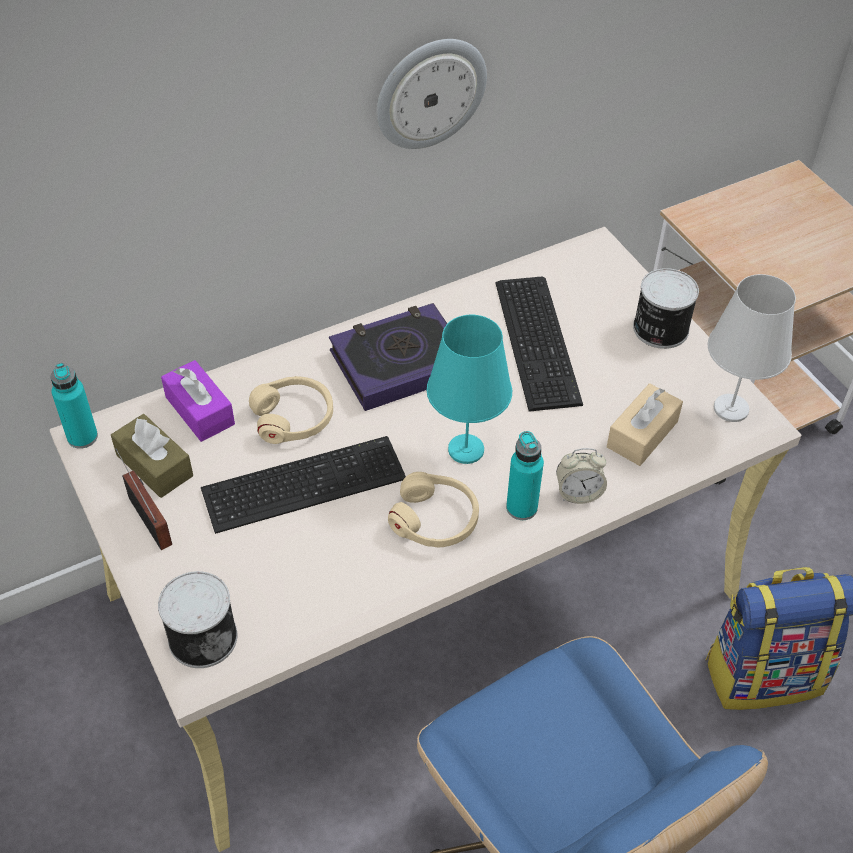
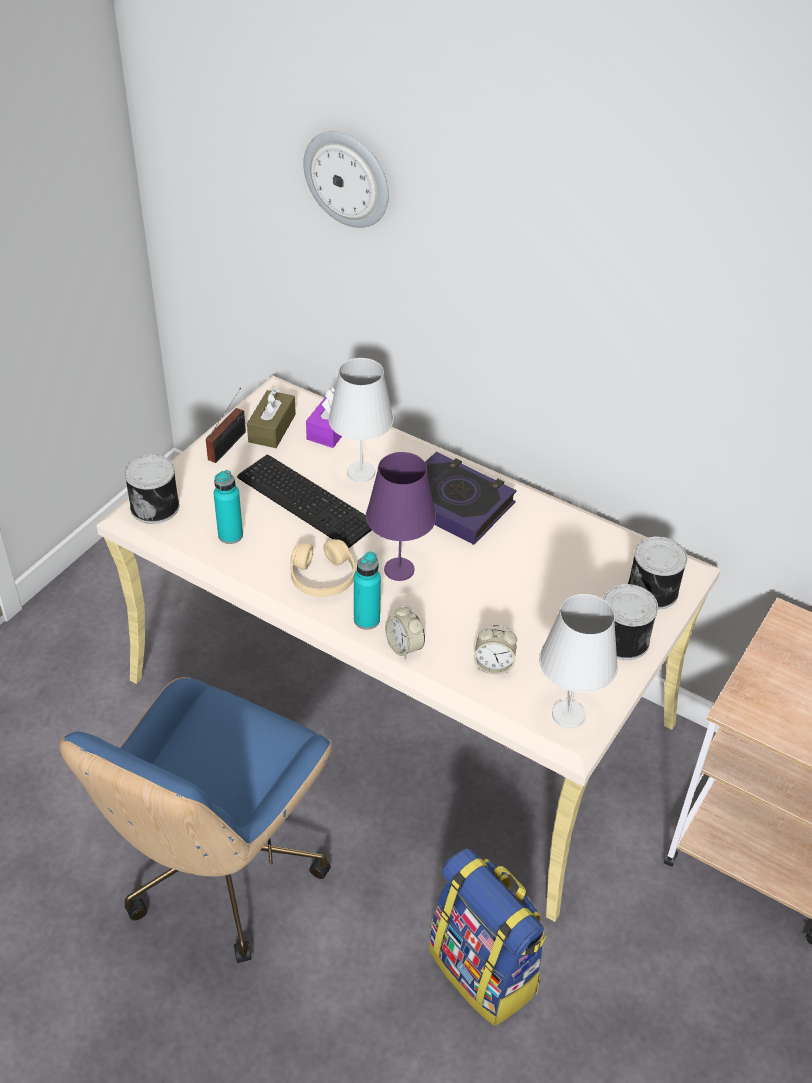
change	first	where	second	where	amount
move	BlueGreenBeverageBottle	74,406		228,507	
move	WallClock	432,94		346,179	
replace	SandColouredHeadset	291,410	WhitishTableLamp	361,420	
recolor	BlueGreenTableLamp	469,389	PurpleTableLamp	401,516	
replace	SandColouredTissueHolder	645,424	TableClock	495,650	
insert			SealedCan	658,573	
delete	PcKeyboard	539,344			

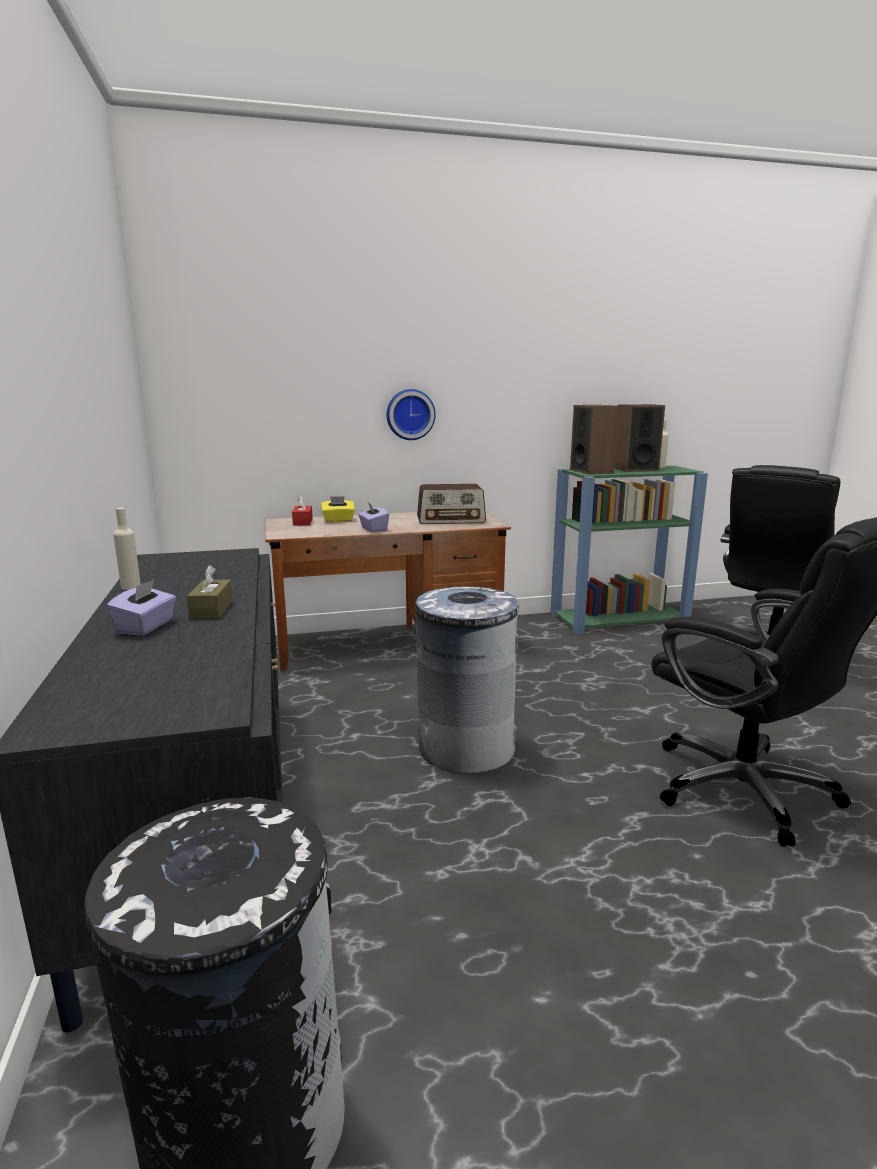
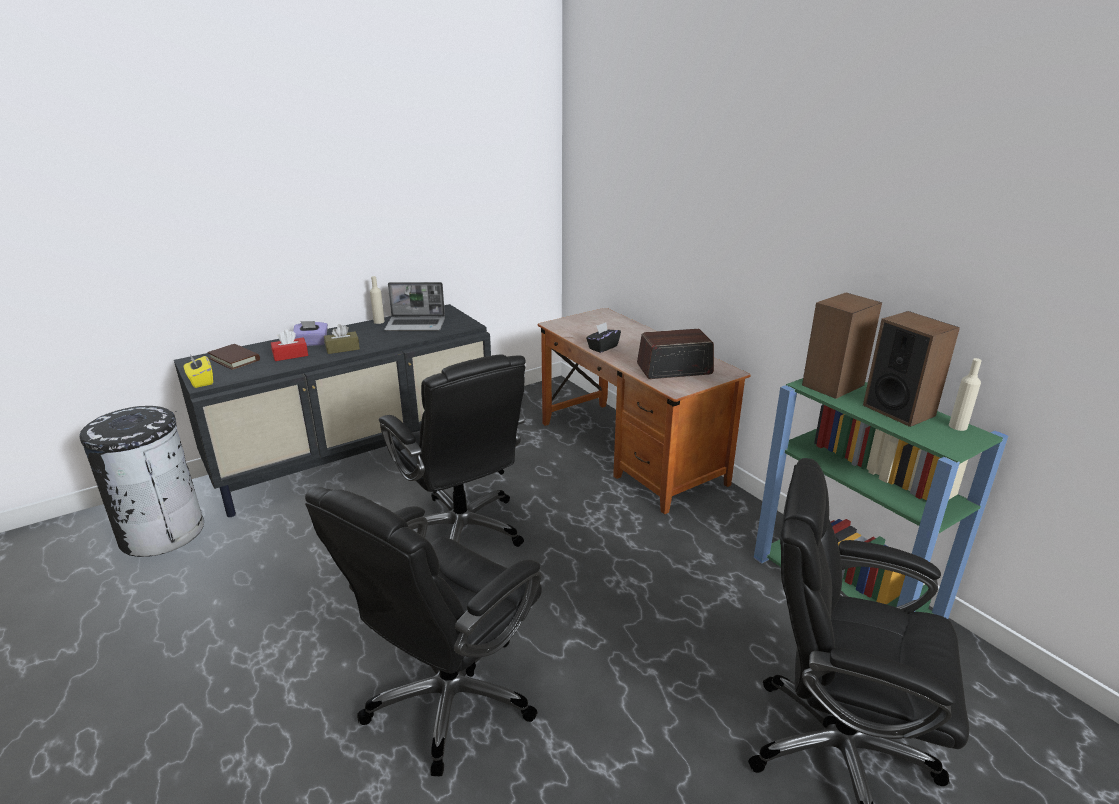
change	first	where	second	where	amount
move	YellowishTissueHolder	338,509		198,371	
insert			BrownishBook	233,357	
move	RedTissueHolder	302,511		289,345	
replace	GreyishTrashCan	467,680	BlackComputerChair	452,451	
insert			Laptop	414,306	
recolor	PurpleTissueHolder	373,517	BlackTissueHolder	603,338	
rotate	Radio	451,504		675,354	105 degrees clockwise
delete	WallClock	411,414			

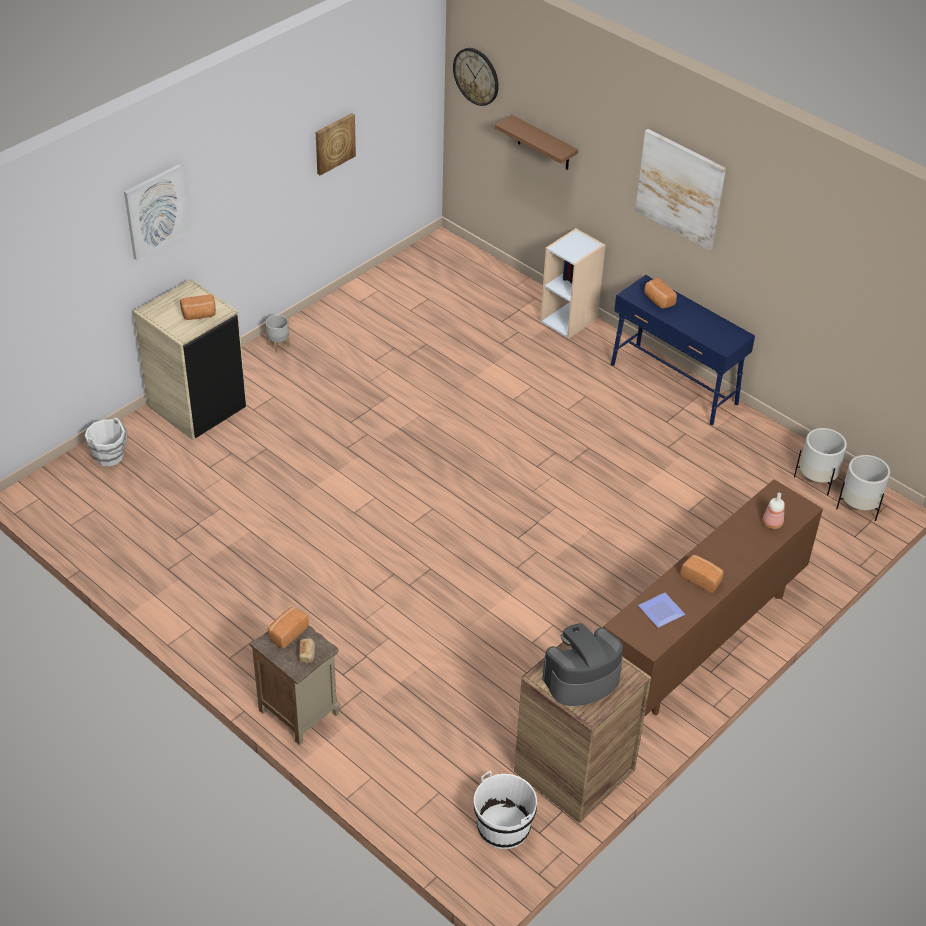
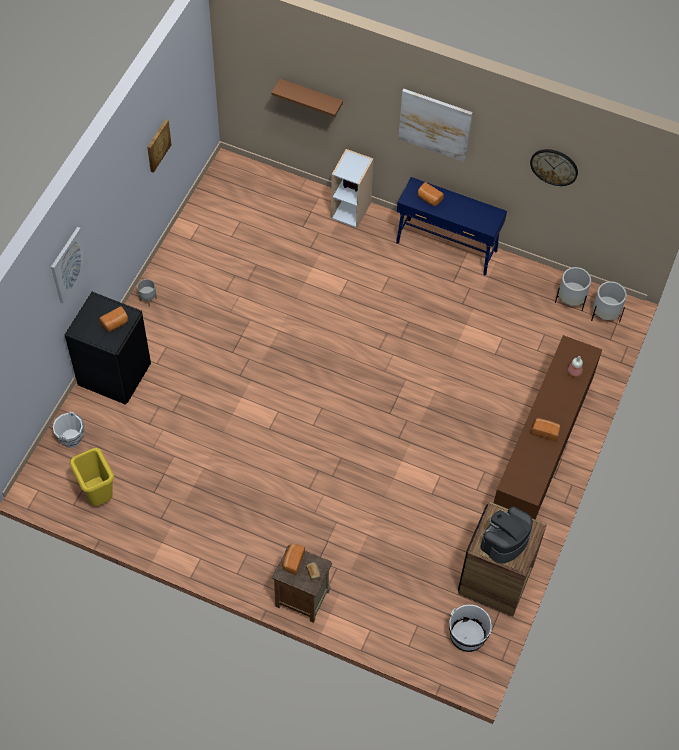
change	first	where	second	where	amount
recolor	SandColouredCupboard	190,359	BlackCupboard	108,348	
insert			YellowishTrashCan	92,477	
move	WallClock	476,77		554,167	
delete	Plate	661,610			

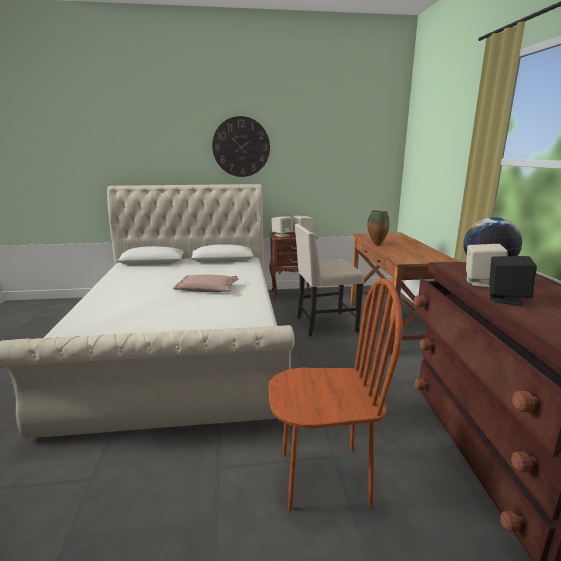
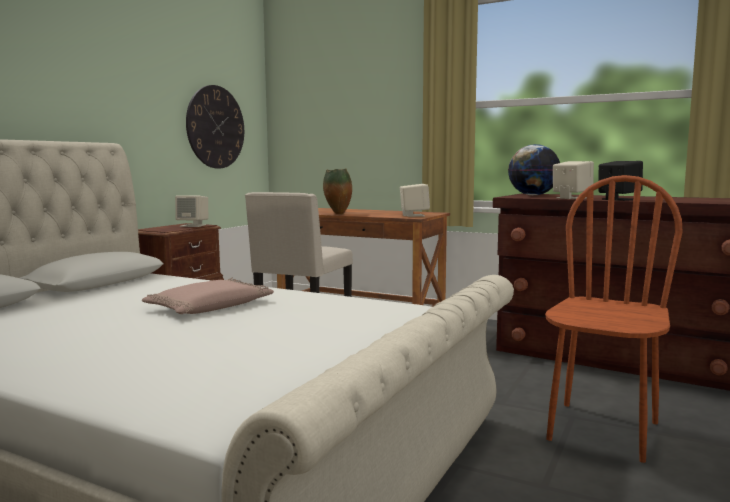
change	first	where	second	where	amount
move	WallClock	241,146		215,127	
move	SandColouredLoudspeaker	281,226		415,200	

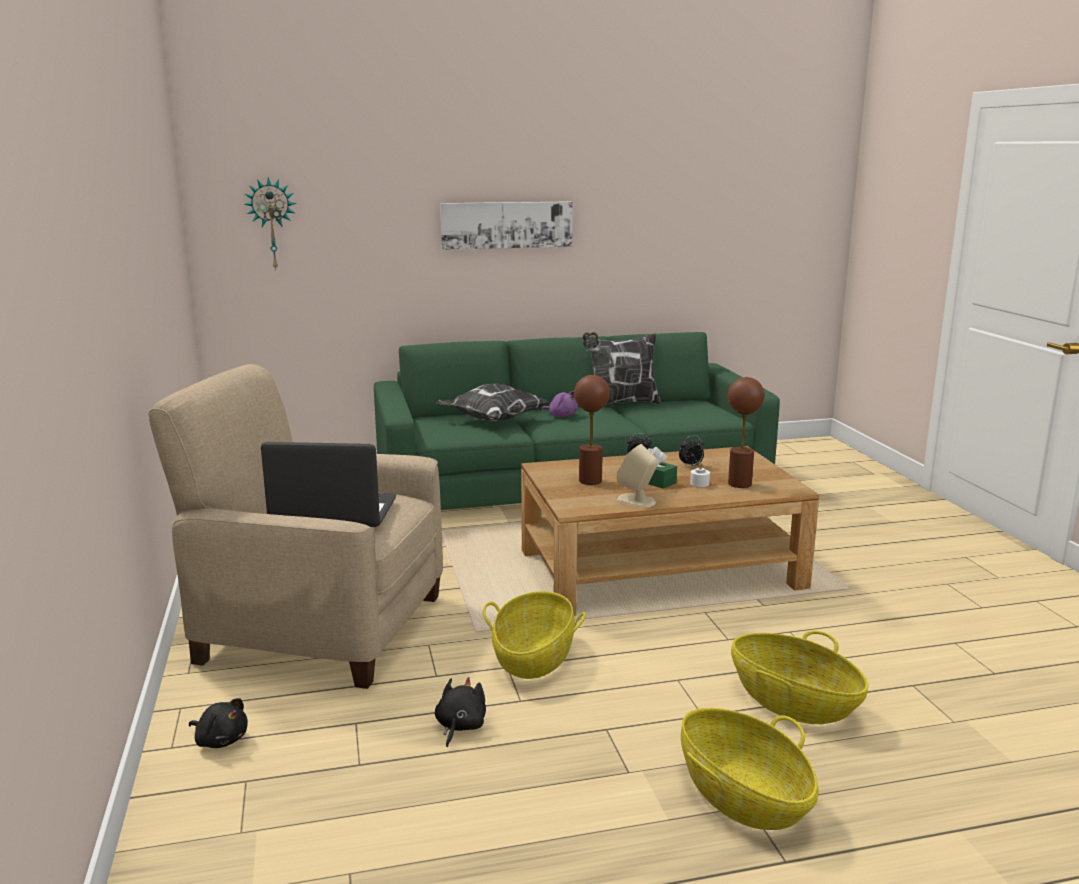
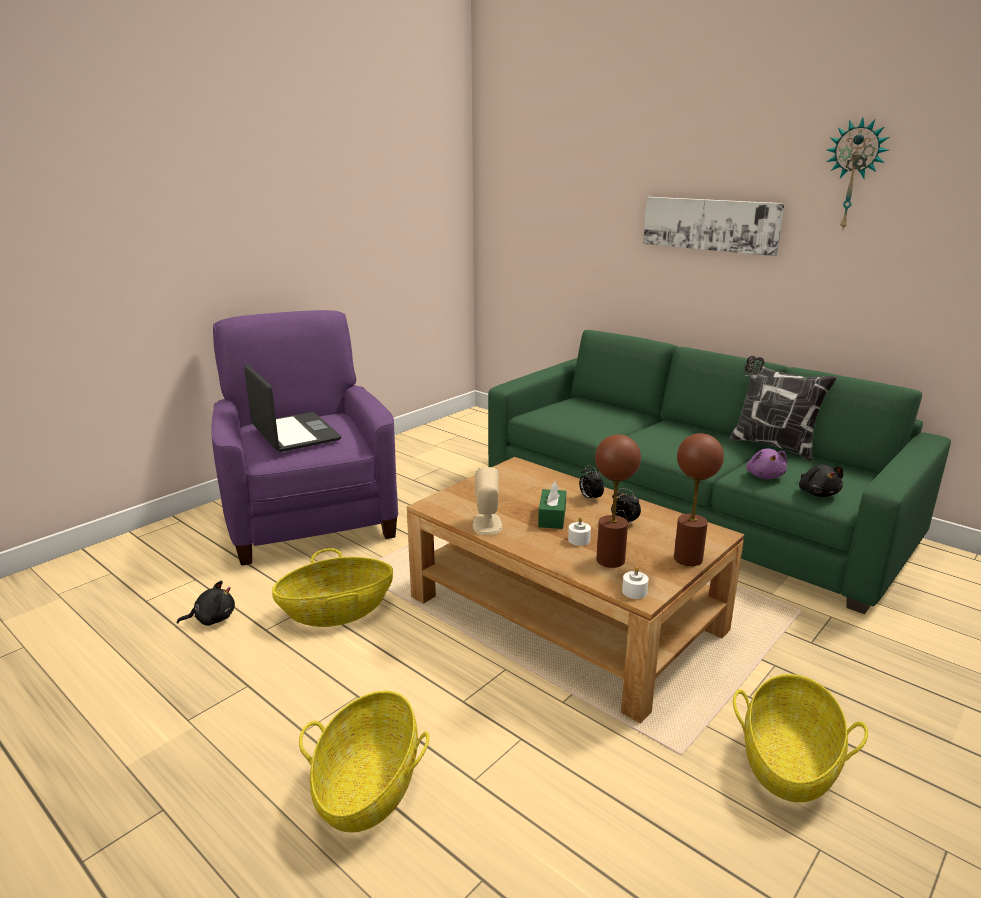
change	first	where	second	where	amount
recolor	SandColouredEasyChair	296,526	PurpleEasyChair	305,438	
insert			WhitishWaxLight	635,582	
move	BrownishTableLamp	592,430		699,499	
move	StorageBasket	750,769		800,738	
move	PurplePlushToy	560,404		766,463	
move	BlackPlushToy	218,723		821,480	
move	WallClock	271,223		858,174	
delete	ThrowPillow	492,402			

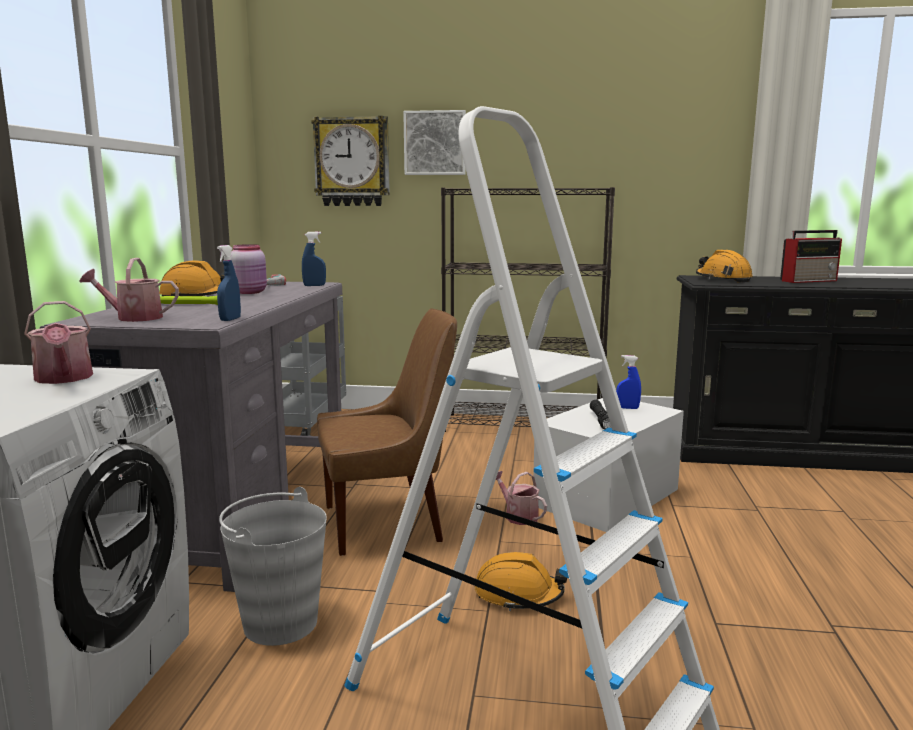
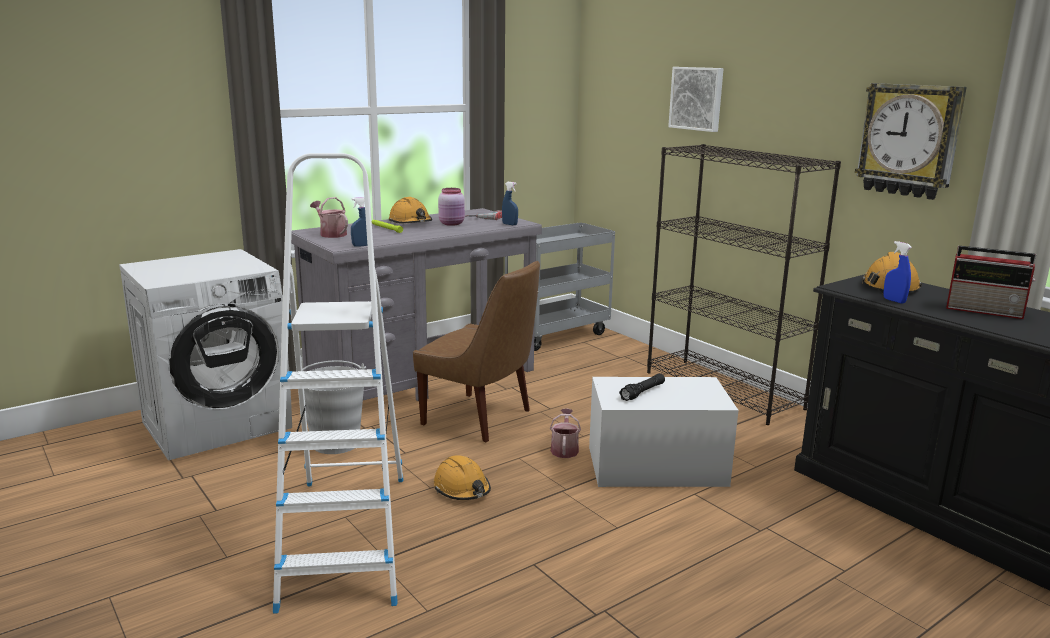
change	first	where	second	where	amount
move	WallClock	350,161		911,141	
move	BluishHandSprayer	628,382		897,272	
delete	WateringPot	58,342			

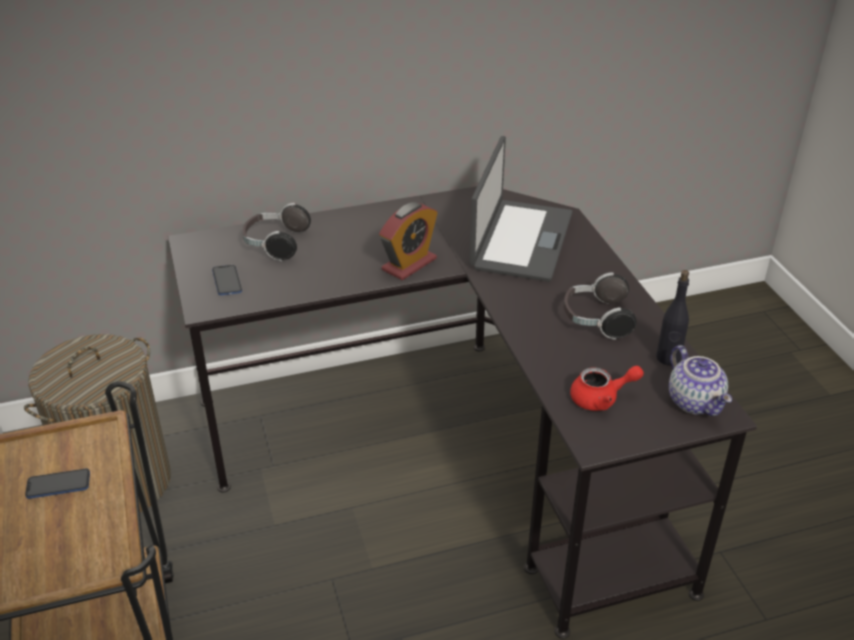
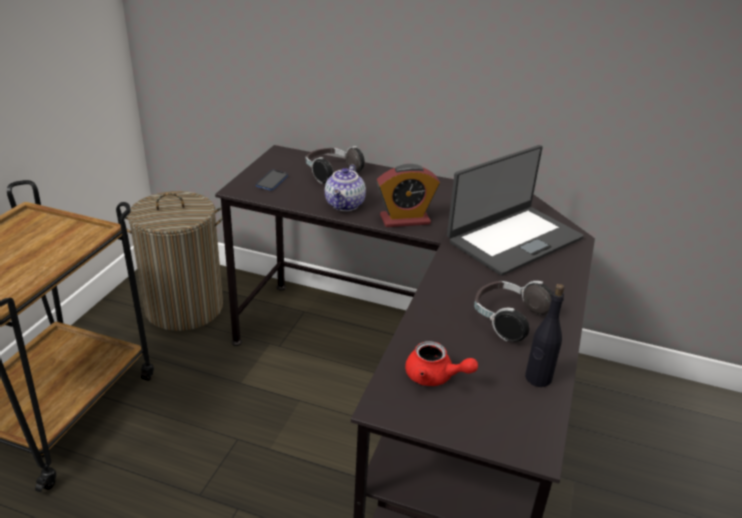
change	first	where	second	where	amount
move	PotForTea	700,380		345,187	
delete	Phone	57,483			

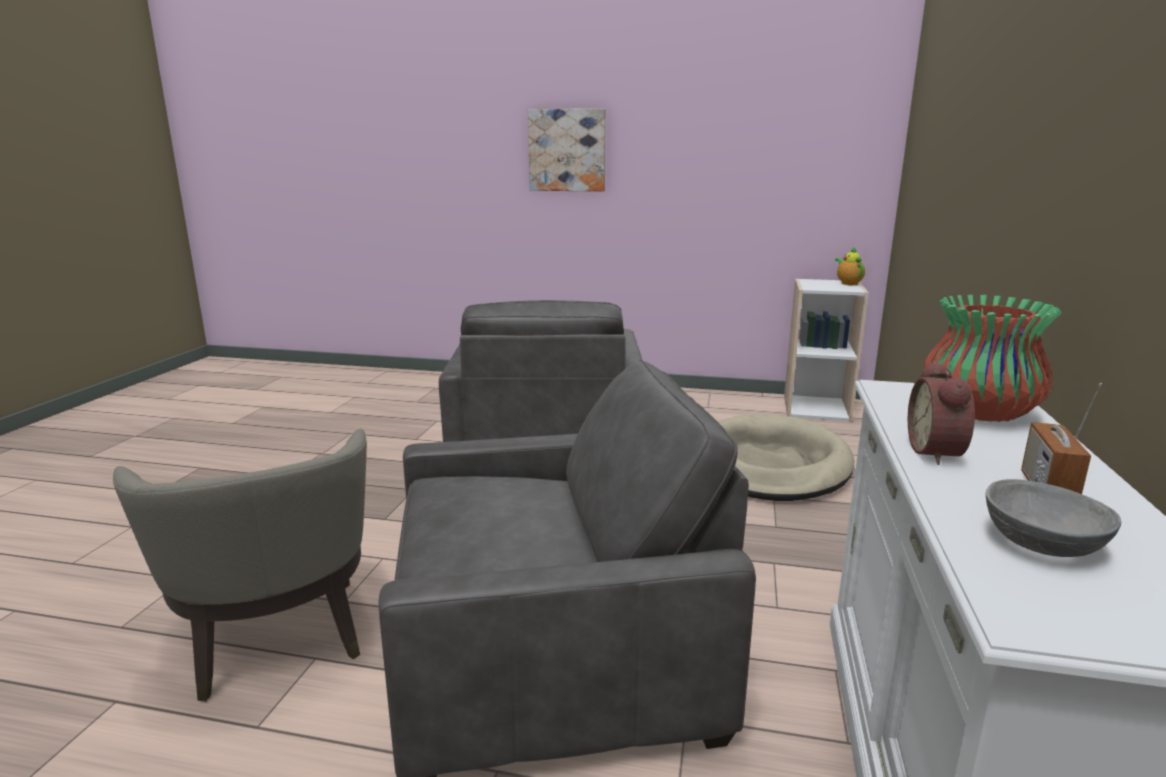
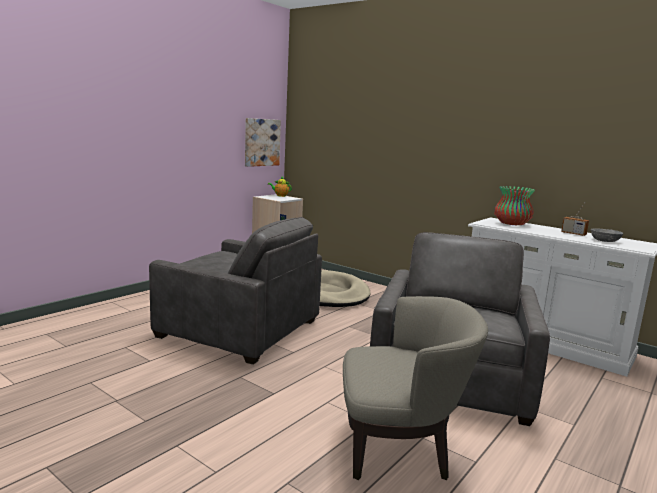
change	first	where	second	where	amount
move	WallArt	567,150		263,142	
delete	TableClock	941,413			

